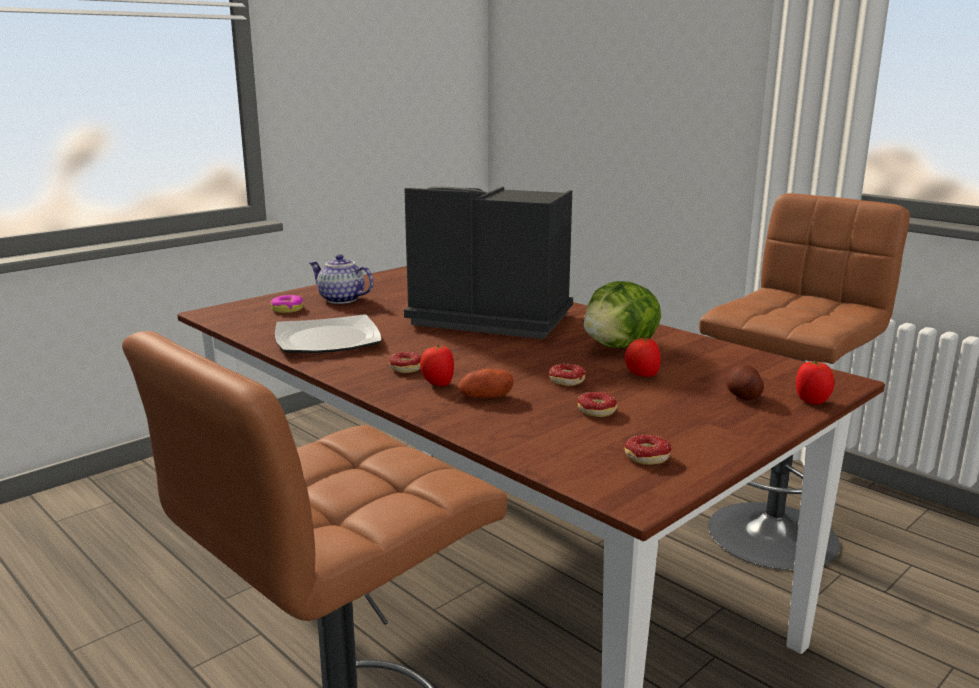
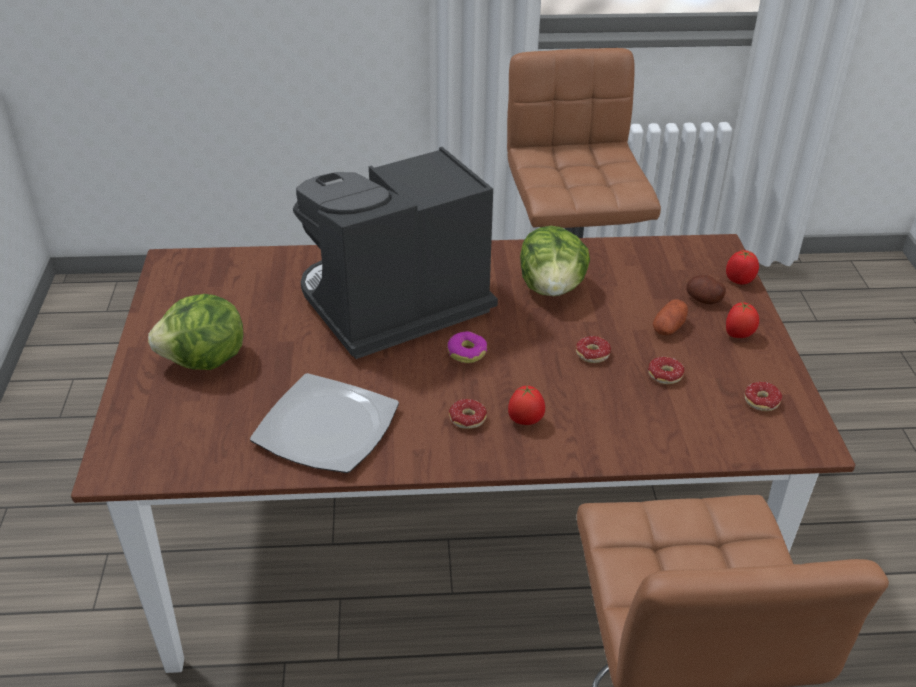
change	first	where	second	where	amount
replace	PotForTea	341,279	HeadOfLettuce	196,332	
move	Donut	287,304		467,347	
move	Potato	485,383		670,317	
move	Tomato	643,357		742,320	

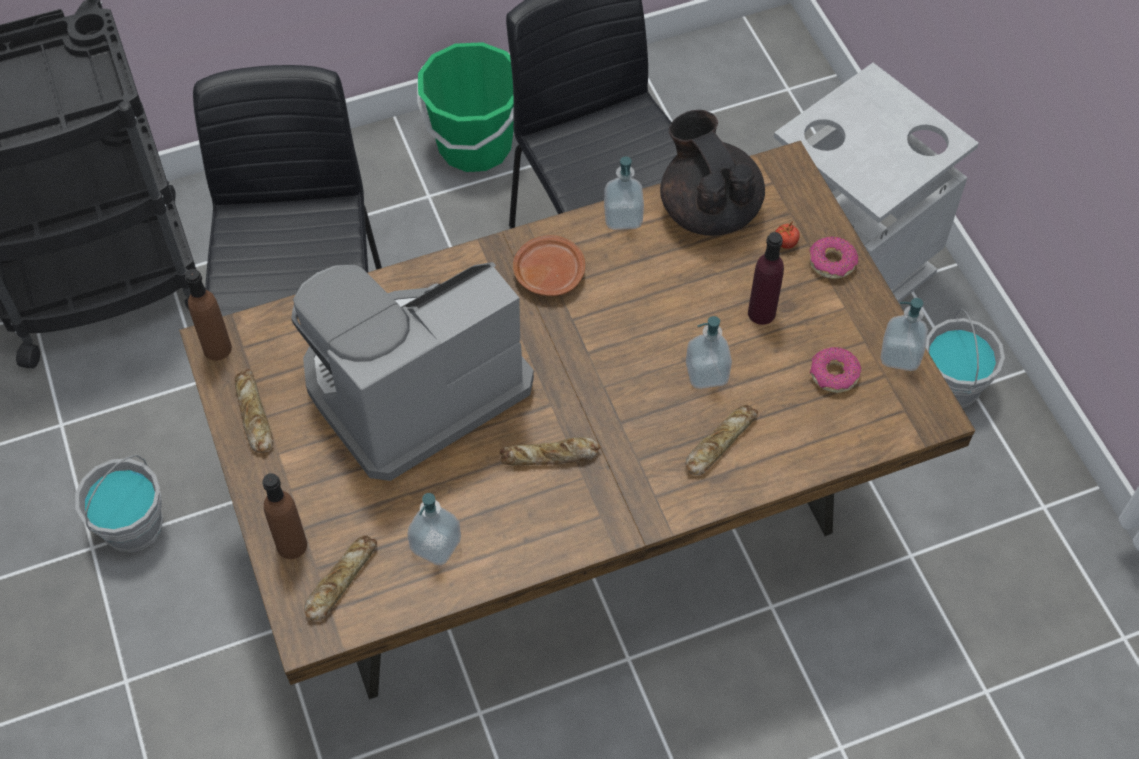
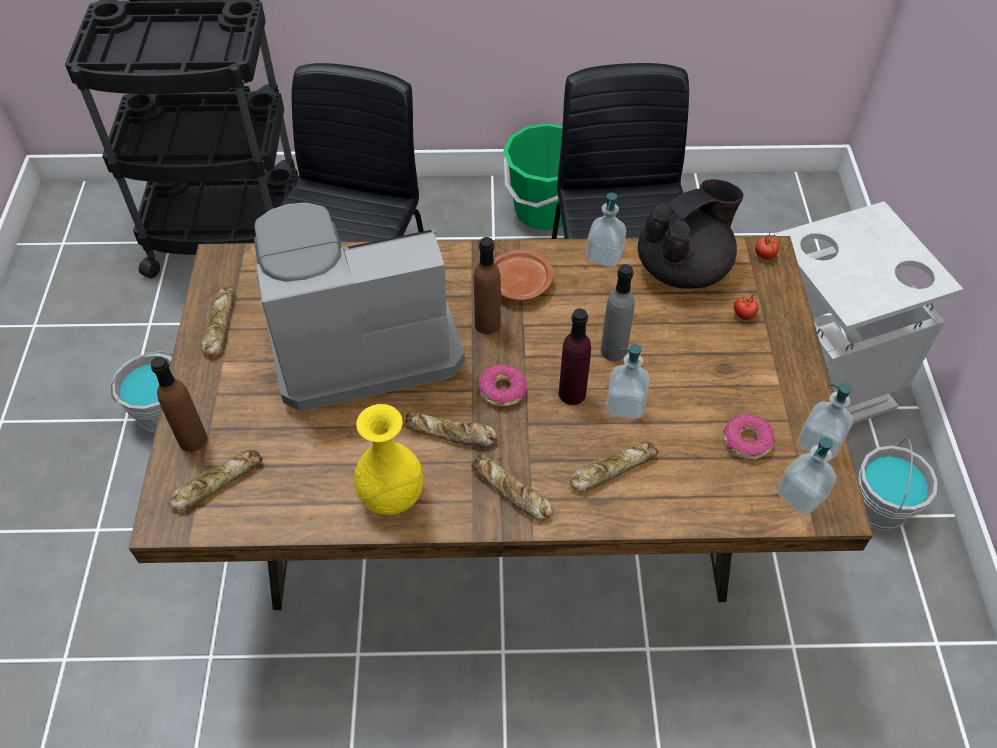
change	first	where	second	where	amount
insert			YellowishVase	388,459	
insert			Bread	512,487	
move	BrownishBeverageBottle	208,315		487,285	
move	Donut	833,257		503,385	
move	PurpleBeverageBottle	766,278		575,357	
insert			GreyishBeverageBottle	618,312	
rotate	BlackPotForTea	712,173		691,234	60 degrees clockwise
insert			Tomato	767,246	
move	LiquidSoapBottle	434,529		807,475	

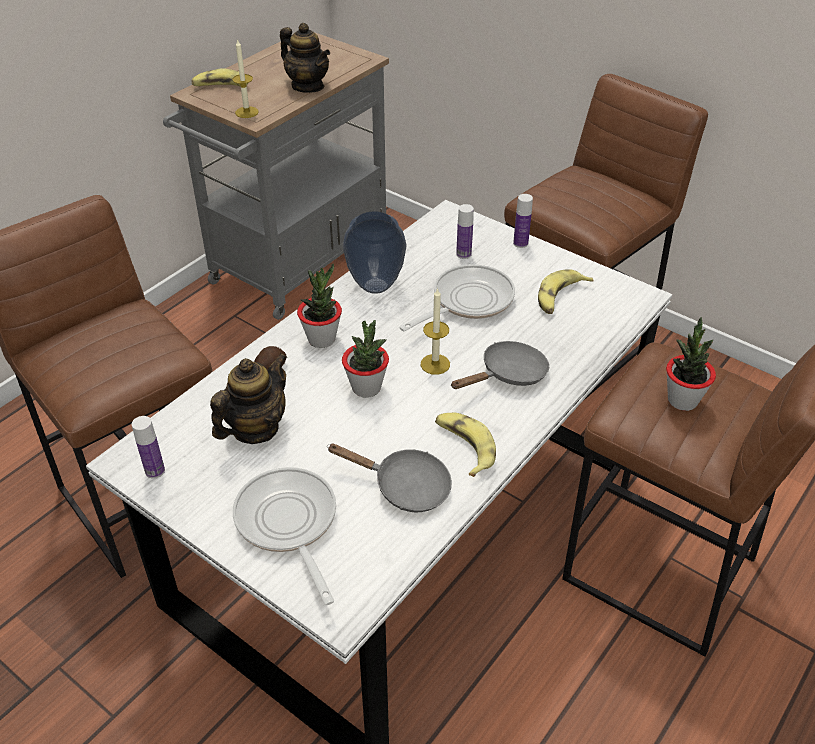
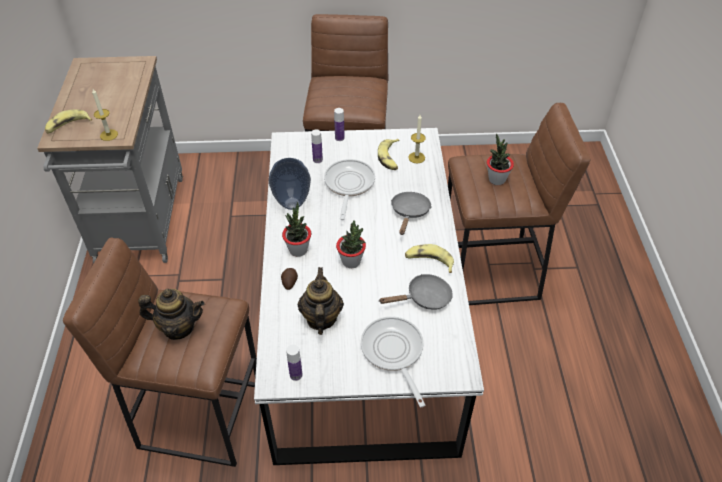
change	first	where	second	where	amount
move	PotForTea	305,58		171,314	
rotate	FryingPan	284,536		393,361	45 degrees clockwise
move	WaxLight	435,331		417,139	

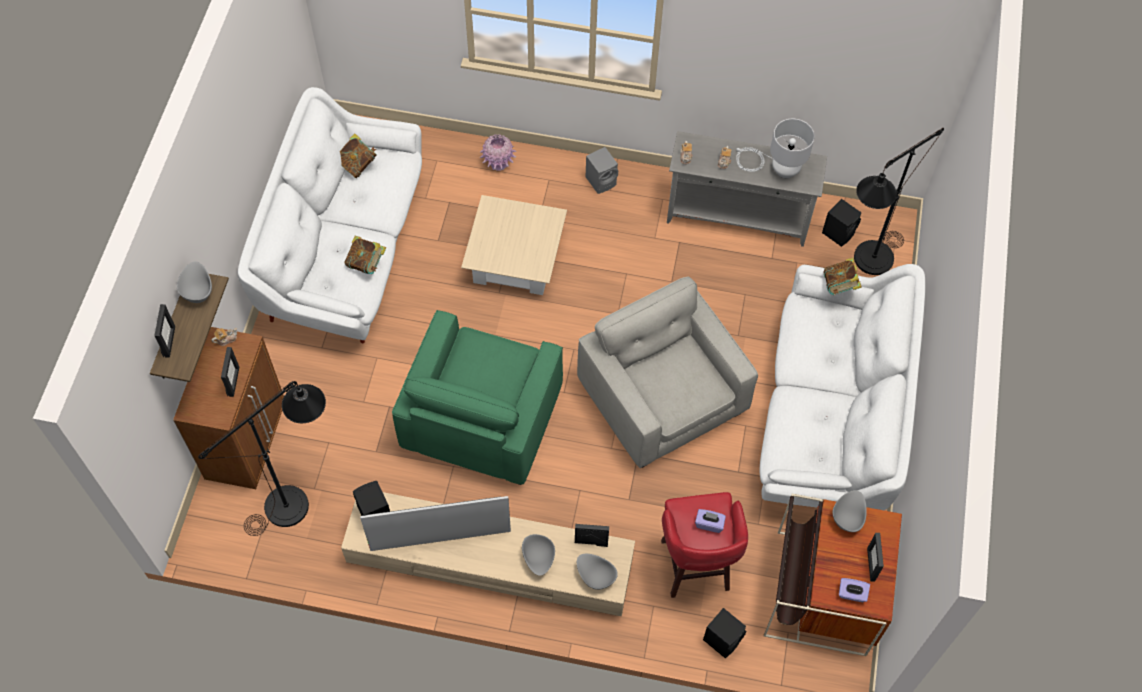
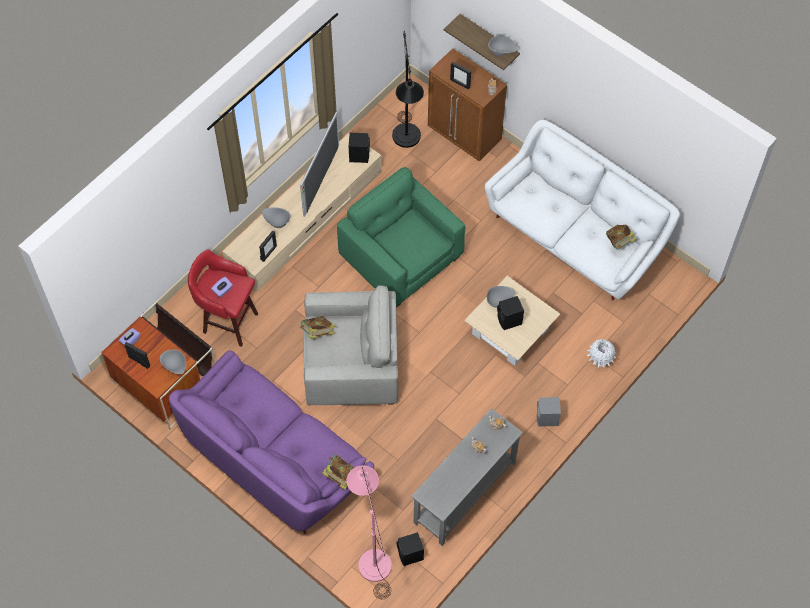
change	first	where	second	where	amount
recolor	WhitishSofa	842,387	PurpleSofa	271,442	
move	Book	365,255		317,327	
recolor	BlackStandardLamp	899,201	PinkStandardLamp	369,532	
move	GreyishBowl	597,572		501,297	
move	BlackLoudspeaker	724,633		510,313	
recolor	PinkVase	498,152	WhitishVase	601,353	
delete	PictureFrame	164,330			
delete	GreyishTableLamp	775,148			

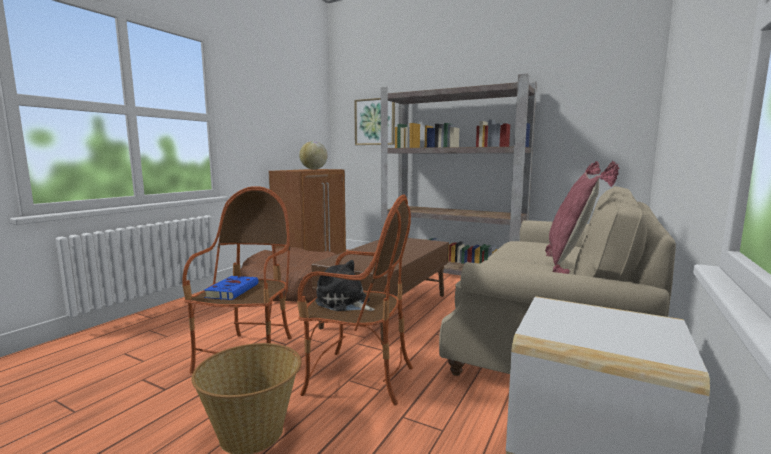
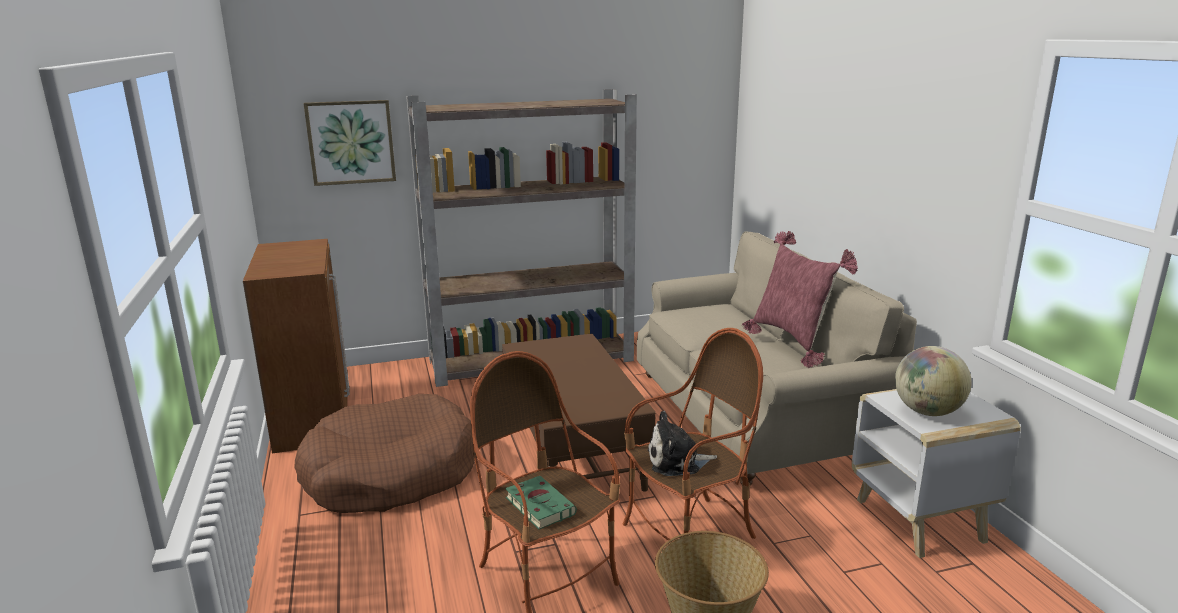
change	first	where	second	where	amount
recolor	BluishBook	231,288	GreenBook	541,502	
move	WorldGlobe	313,155		933,381	

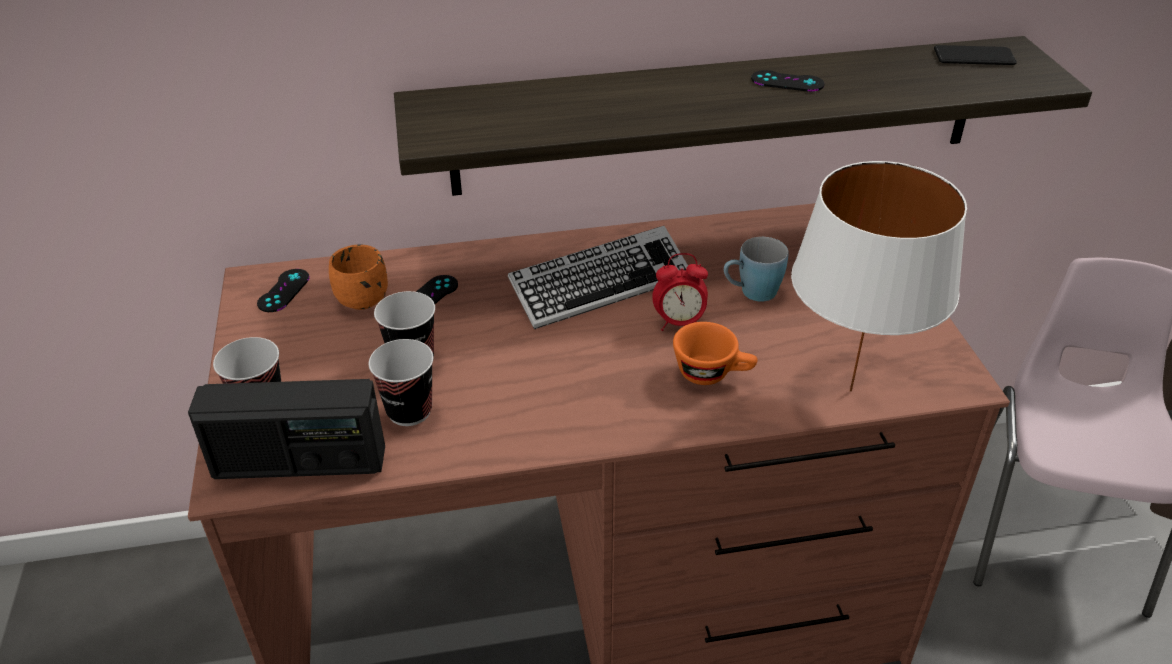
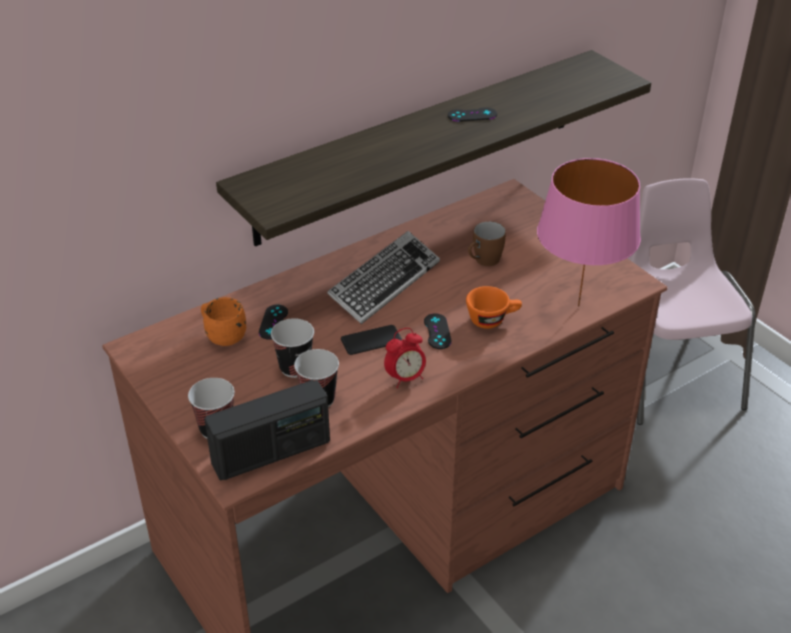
change	first	where	second	where	amount
move	Phone	975,55		371,340	
move	TableClock	680,292		405,358	
move	BlackGameController	283,290		438,331	
recolor	BluishTeaMug	756,269	BrownishTeaMug	487,243	
recolor	WhitishTableLamp	879,276	PinkTableLamp	589,232	

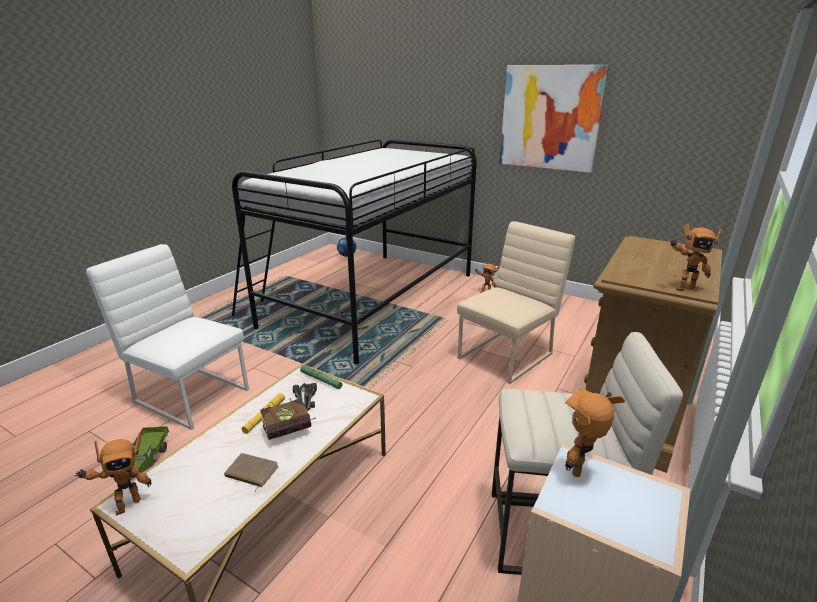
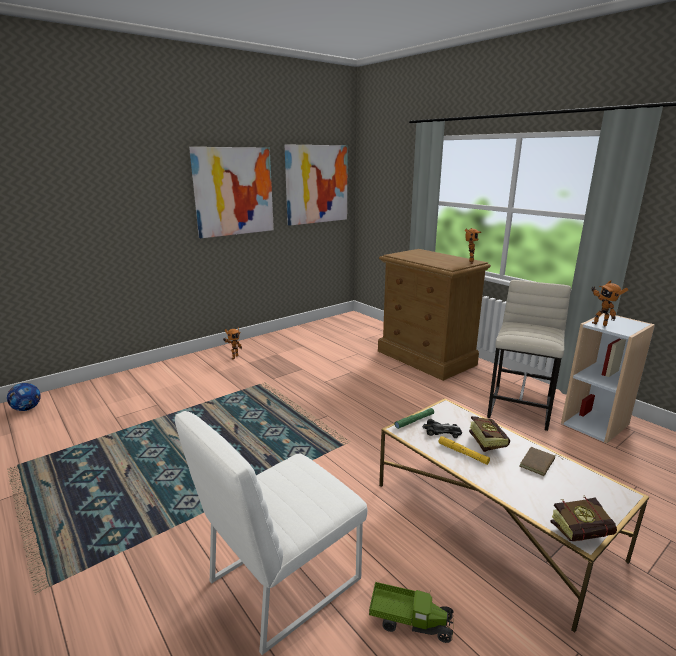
change	first	where	second	where	amount
insert			WallArt	316,185	
replace	ToyRobot	113,474	Book	584,518	
delete	BlackBedroomBed	354,251			
delete	SandColouredChair	516,302			

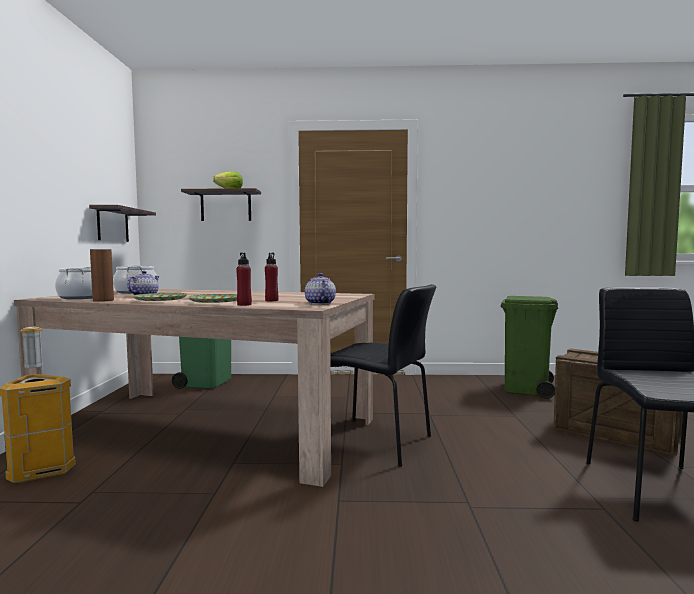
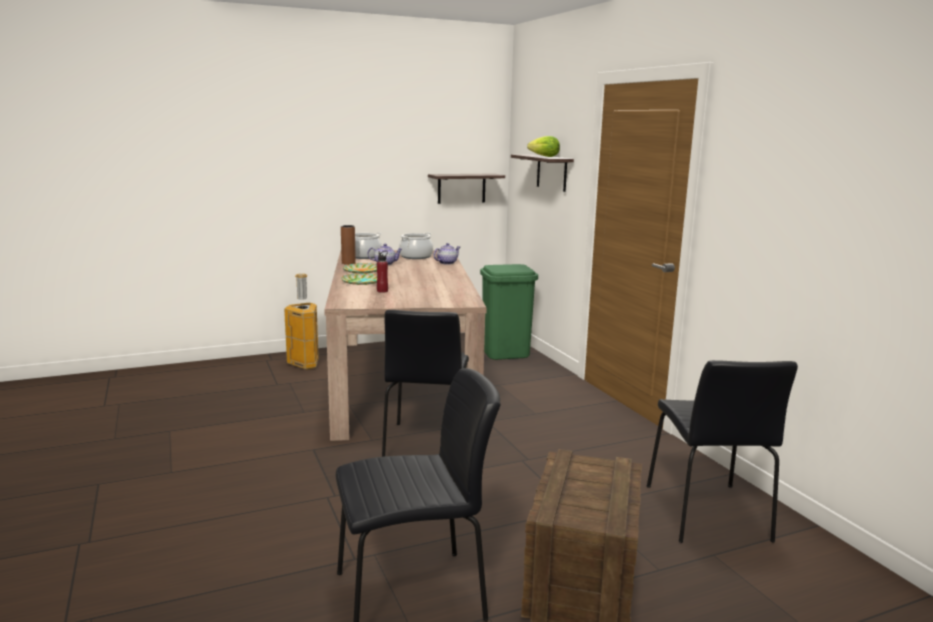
change	first	where	second	where	amount
move	PotForTea	320,289		447,254	
replace	GreenTrashCan	529,347	BlackChair	722,451	
delete	RedBeverageBottle	244,279			

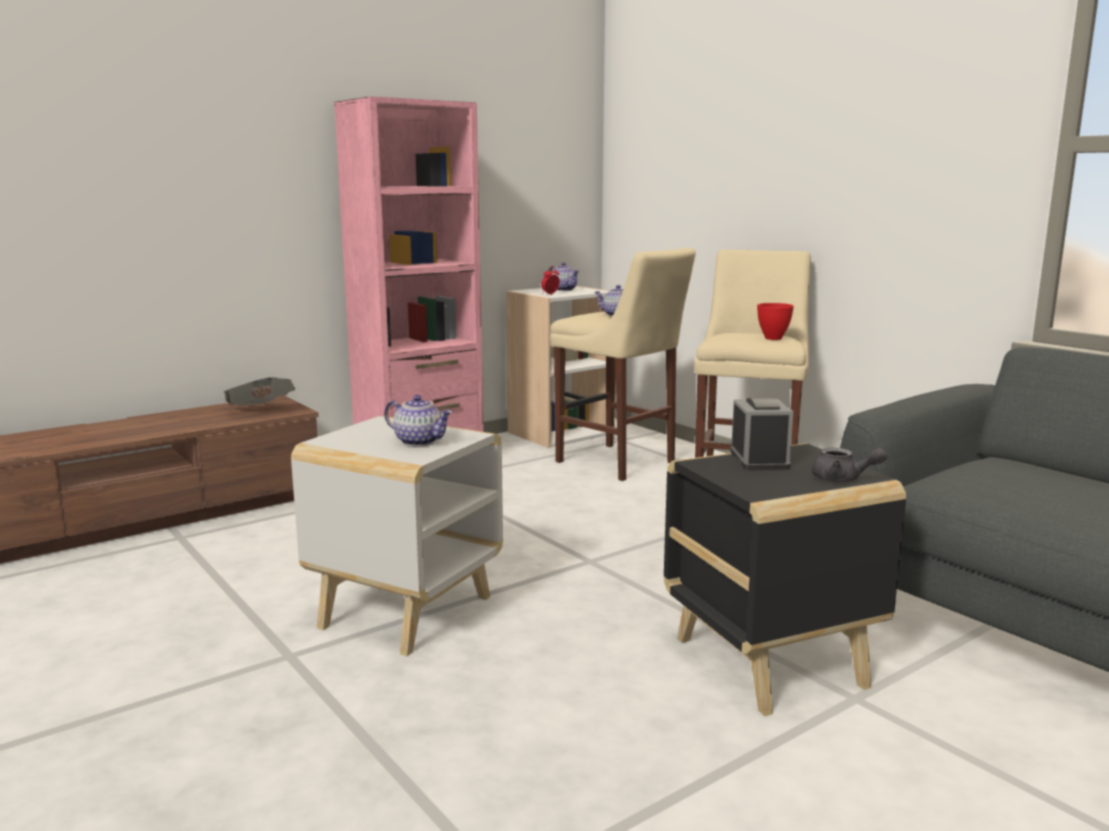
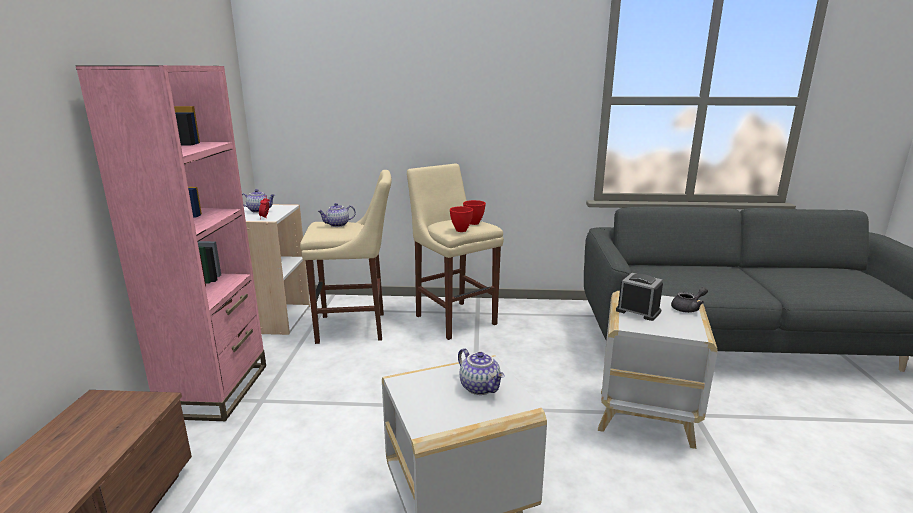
change	first	where	second	where	amount
insert			RedBowl	461,219	
rotate	PotForTea	418,420		481,371	75 degrees clockwise
recolor	BlackEndTable	785,579	WhitishEndTable	658,370	
delete	PrintedPaper	260,391			

